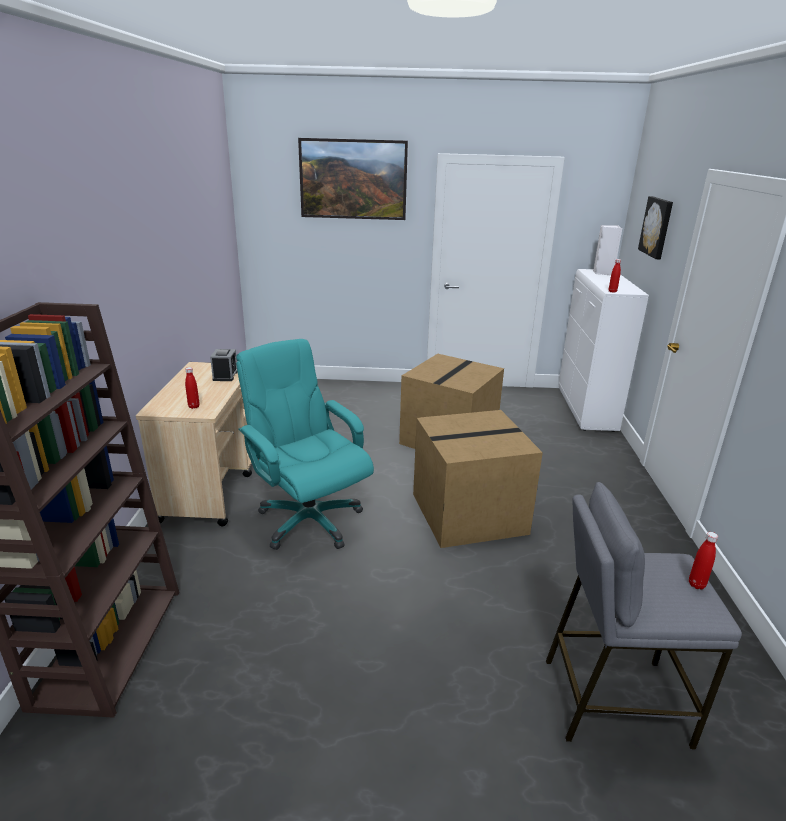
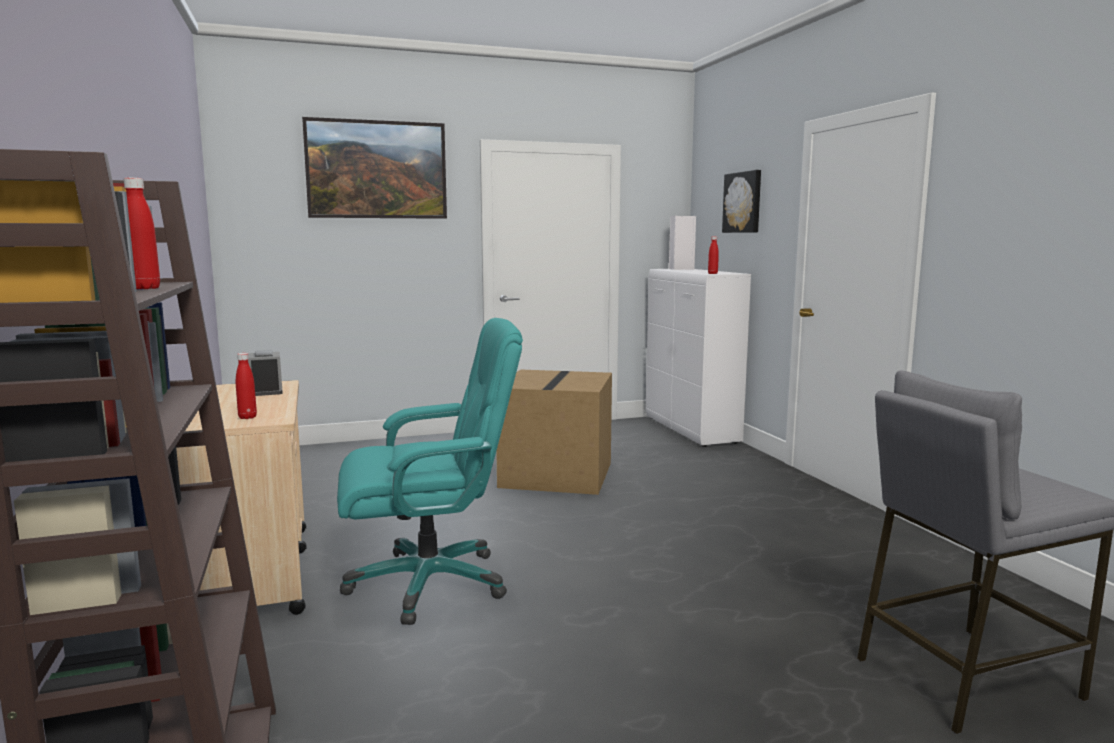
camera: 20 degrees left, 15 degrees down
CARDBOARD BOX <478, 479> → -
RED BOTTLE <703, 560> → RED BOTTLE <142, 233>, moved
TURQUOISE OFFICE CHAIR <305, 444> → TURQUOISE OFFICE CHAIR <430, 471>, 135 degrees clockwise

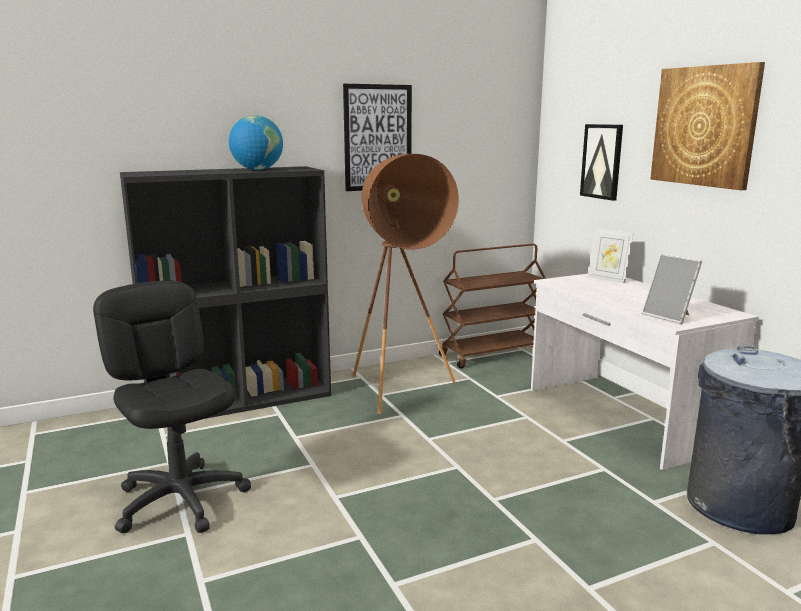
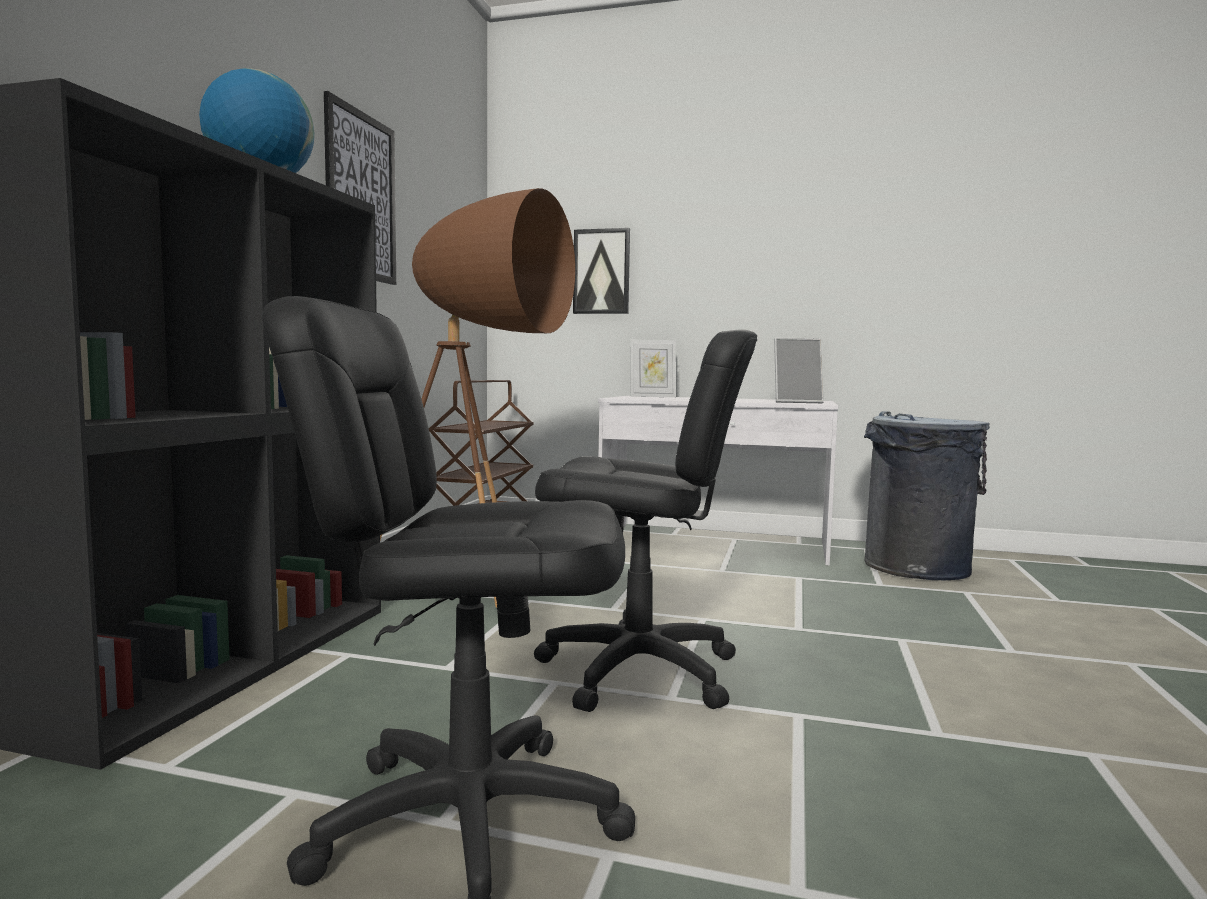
camera: 50 degrees left, 10 degrees down
PICTURE <707, 126> → -
- → BLACK OFFICE CHAIR <645, 520>

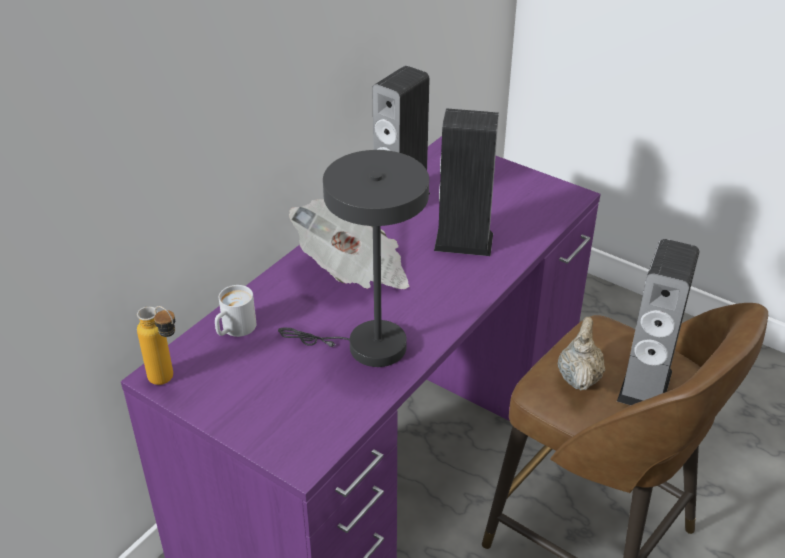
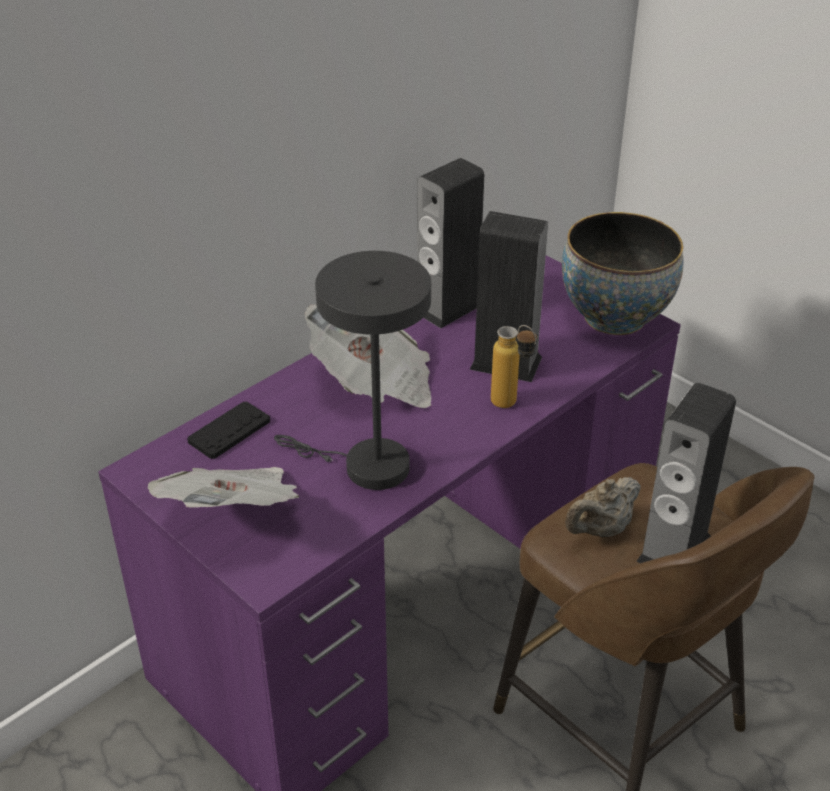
camera: 10 degrees right, 0 degrees up
- → NEWSPAPER <223, 487>
- → BOWL <623, 273>
BOTTLE <156, 345> → BOTTLE <514, 366>, moved
WHITE MUG <235, 311> → BLACK GAME CONTROLLER <228, 430>
BEIGE TEAPOT <581, 353> → BEIGE TEAPOT <603, 507>, 150 degrees counterclockwise

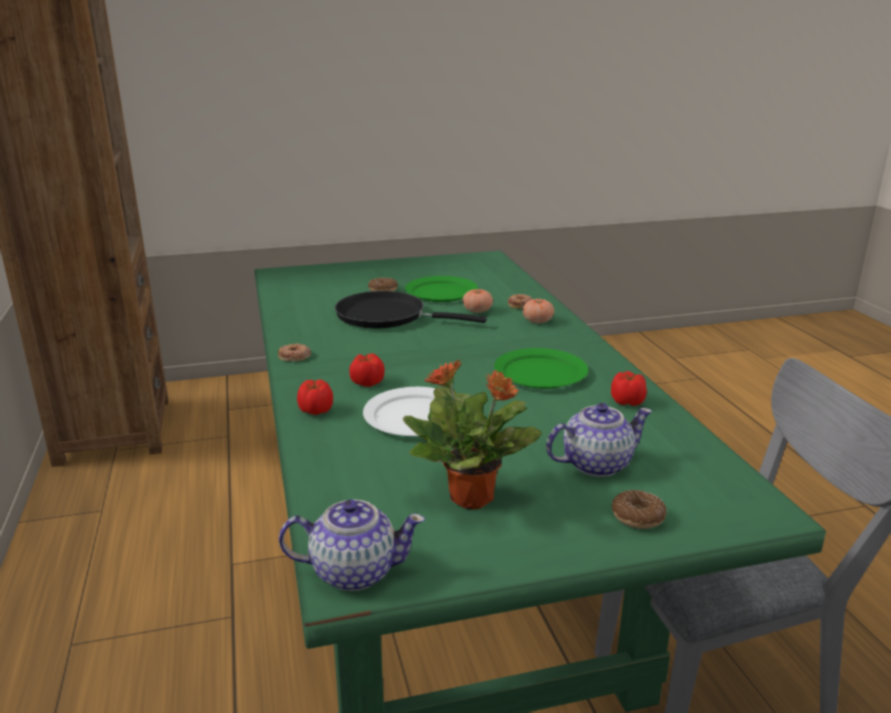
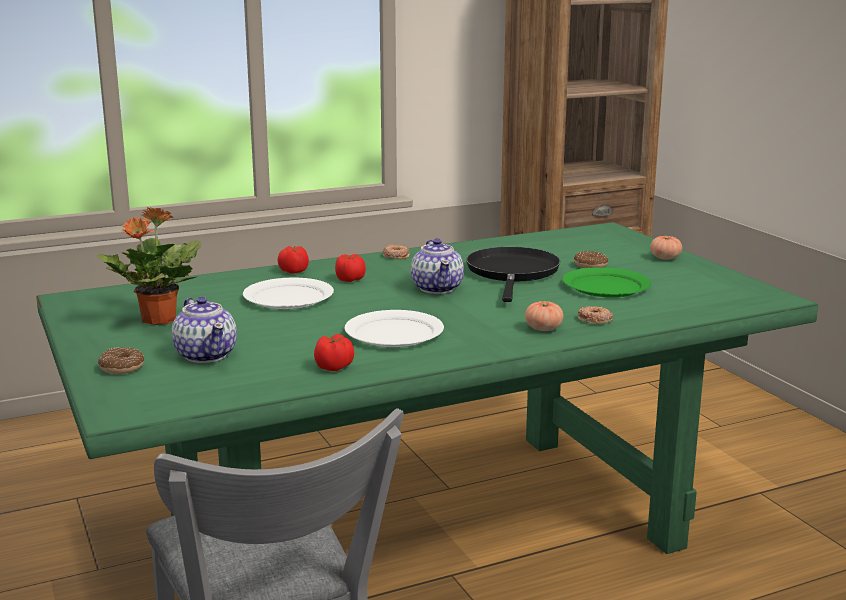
camera: 80 degrees right, 5 degrees down
TEAPOT <352, 545> → TEAPOT <437, 266>, moved
TOMATO <478, 301> → TOMATO <666, 248>, moved
GREEN PLATE <541, 368> → WHITE PLATE <394, 328>

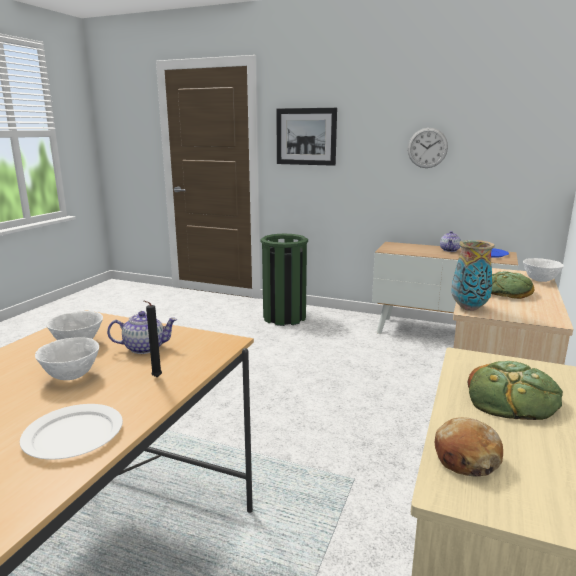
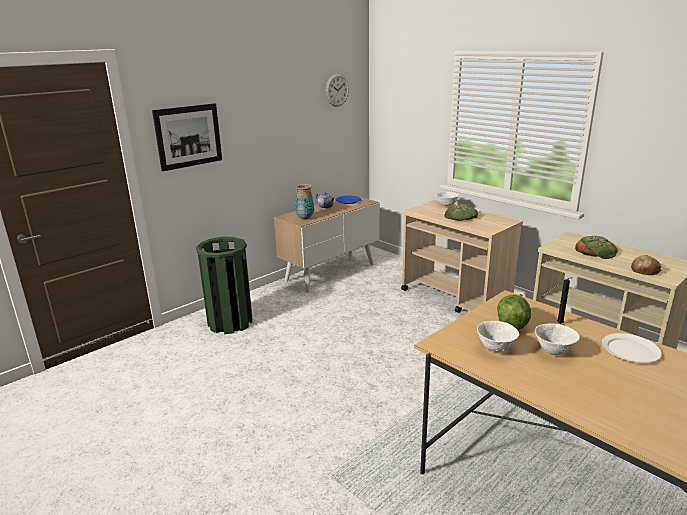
camera: 65 degrees left, 5 degrees up
WALL CLOCK <428, 148> → WALL CLOCK <337, 90>, moved
VASE <473, 275> → VASE <304, 202>, moved
TEAPOT <142, 332> → LETTUCE <514, 312>

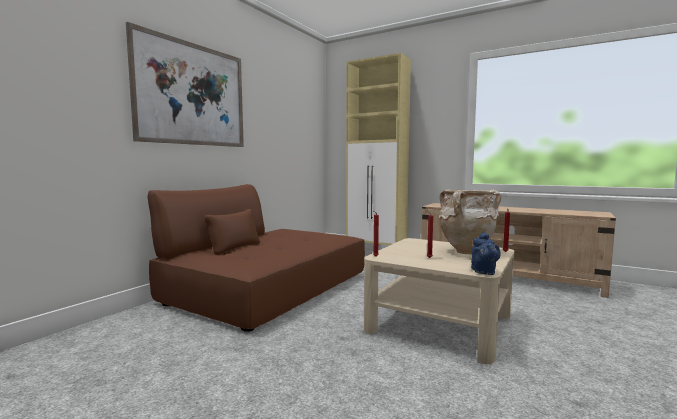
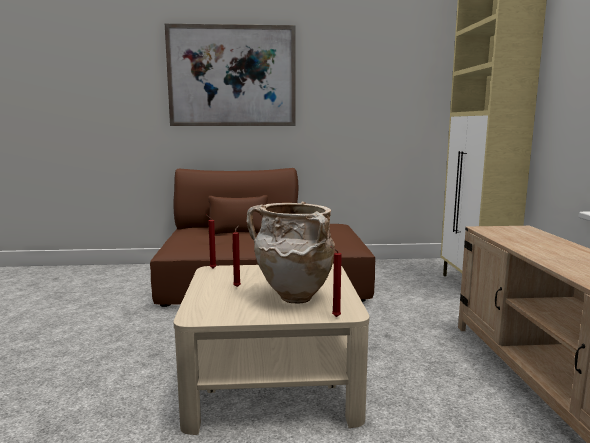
camera: 55 degrees right, 5 degrees up
BLUE TEAPOT <486, 253> → -

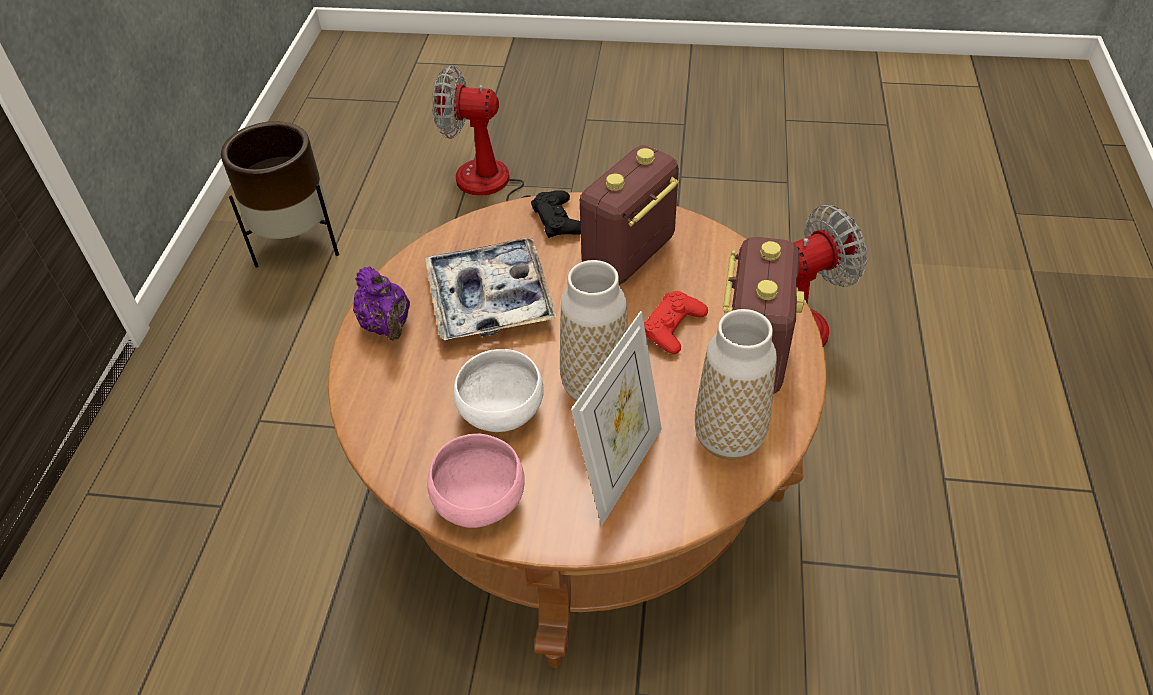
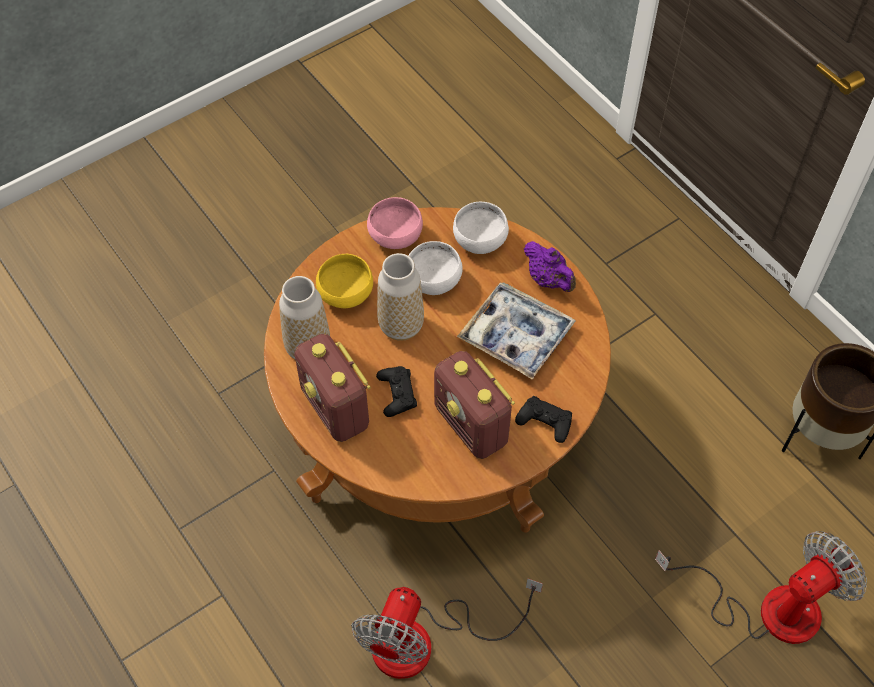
camera: 135 degrees right, 10 degrees up
- → WHITE BOWL <481, 228>
PICTURE FRAME <616, 418> → YELLOW BOWL <344, 281>
RED GAME CONTROLLER <676, 322> → BLACK GAME CONTROLLER <396, 391>
PURPLE TEAPOT <381, 303> → PURPLE TEAPOT <550, 266>, 150 degrees counterclockwise
RADIO <629, 215> → RADIO <474, 405>, 150 degrees clockwise

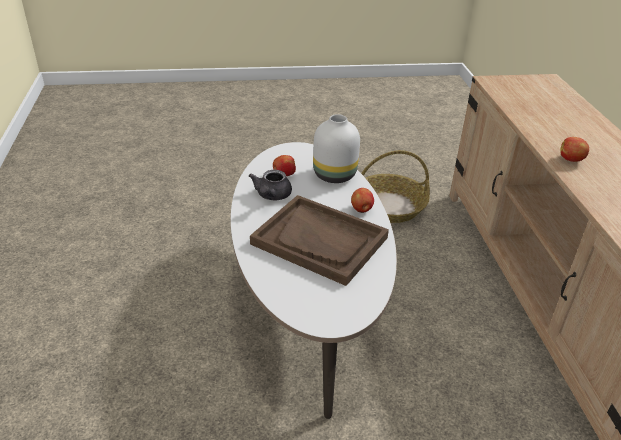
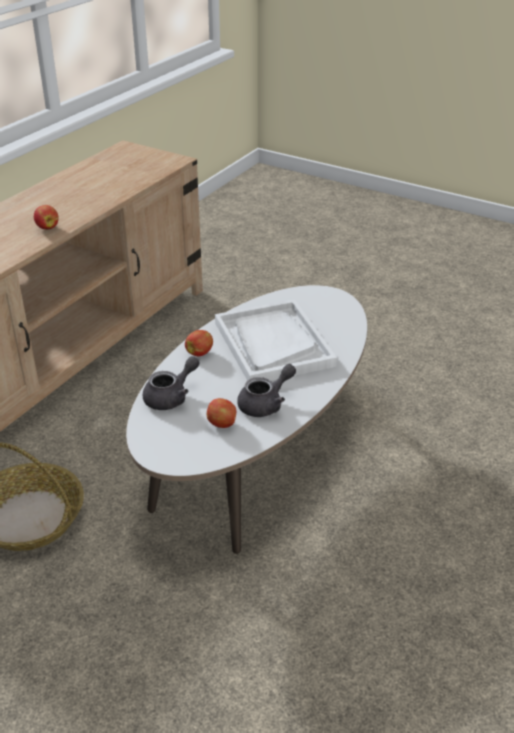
camera: 140 degrees left, 0 degrees up
WHITE VASE <336, 148> → GREY TEAPOT <171, 383>
BROWN TRAY <319, 240> → WHITE TRAY <276, 340>

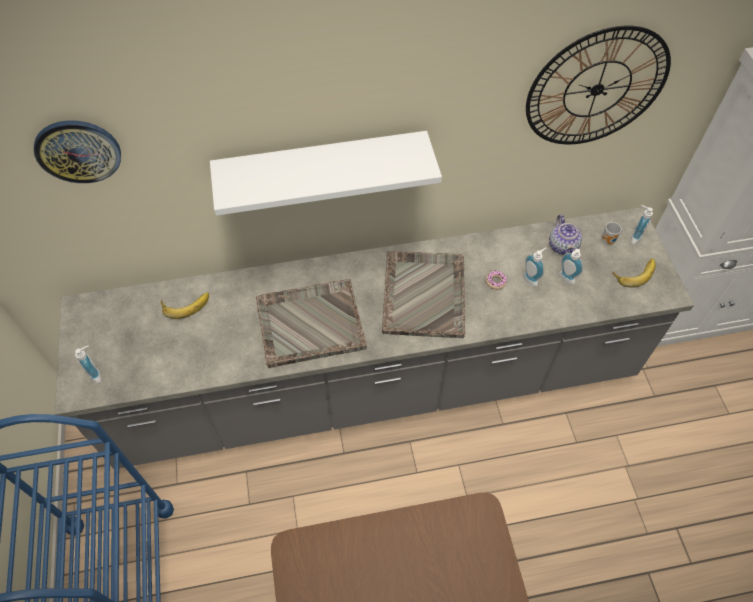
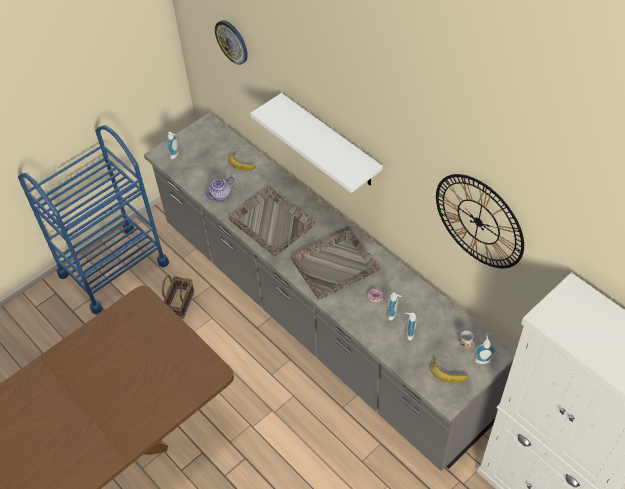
camera: 60 degrees right, 5 degrees down
- → BASKET <178, 297>
TEAPOT <565, 235> → TEAPOT <219, 189>, moved

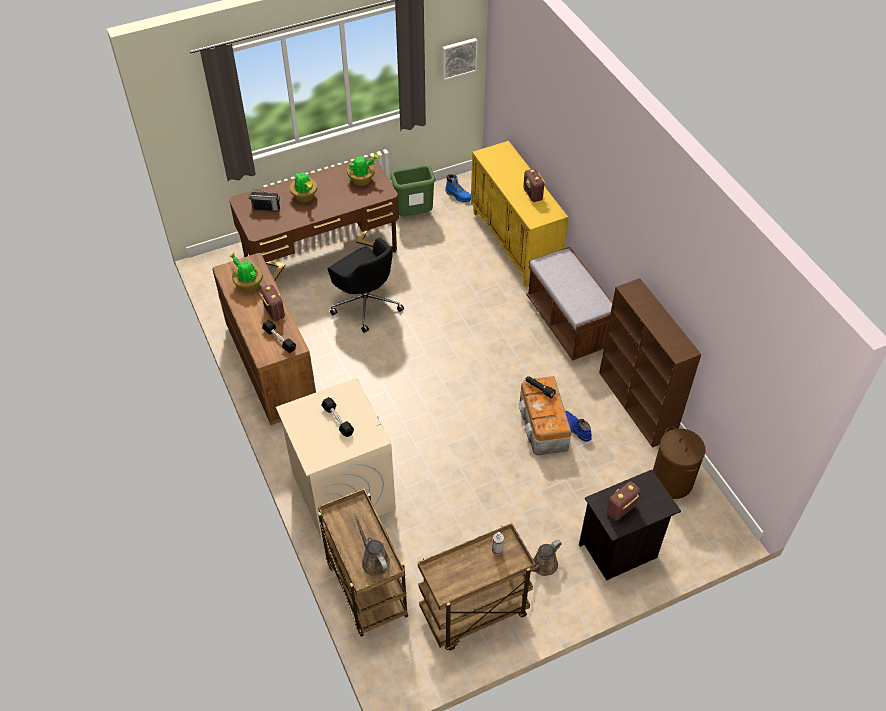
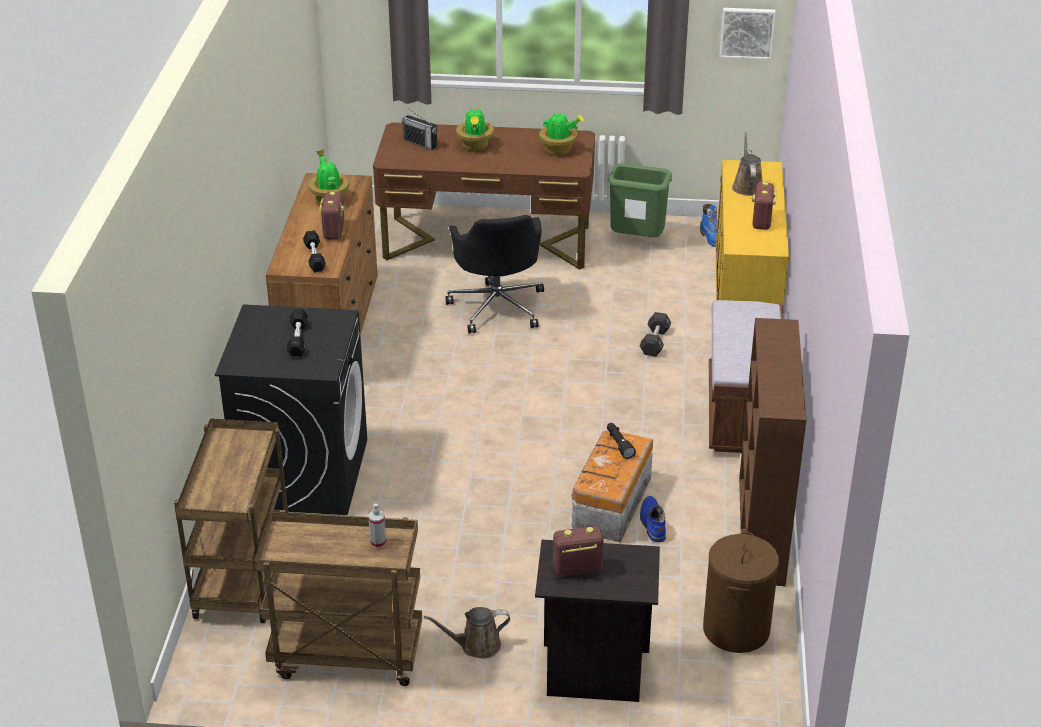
camera: 30 degrees right, 15 degrees down
- → BLACK DUMBBELL <655, 334>
BROWN WATERING CAN <372, 544> → BROWN WATERING CAN <747, 163>, moved
BEIGE WASHING MACHINE <336, 458> → BLACK WASHING MACHINE <291, 409>

